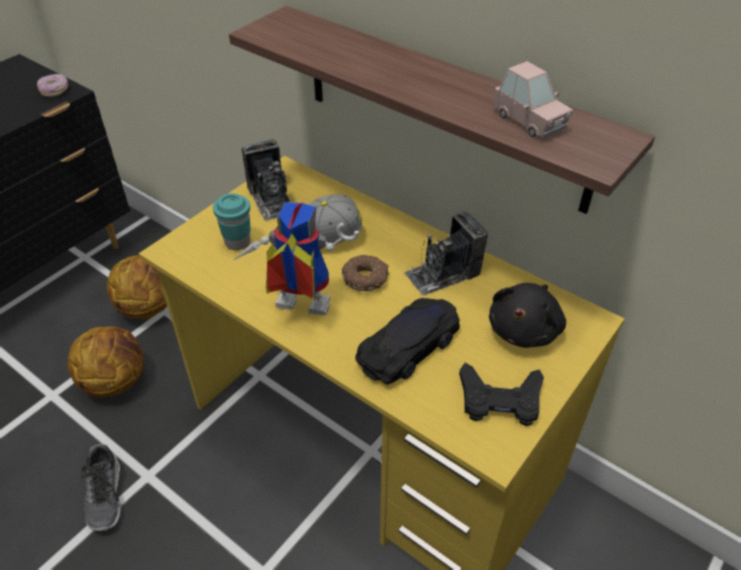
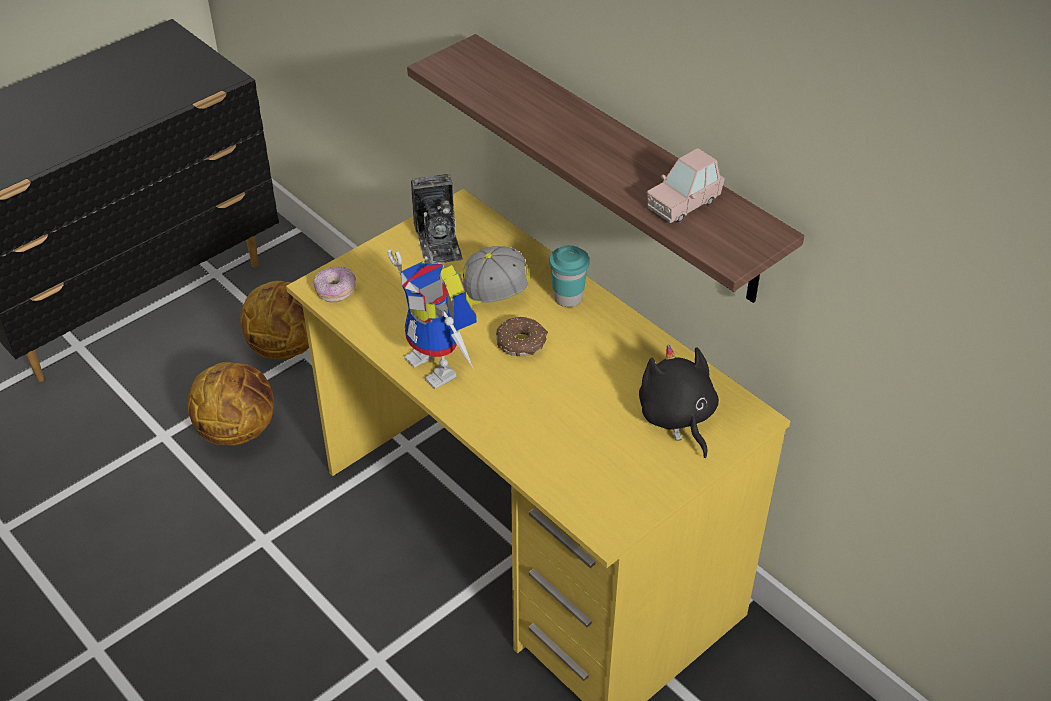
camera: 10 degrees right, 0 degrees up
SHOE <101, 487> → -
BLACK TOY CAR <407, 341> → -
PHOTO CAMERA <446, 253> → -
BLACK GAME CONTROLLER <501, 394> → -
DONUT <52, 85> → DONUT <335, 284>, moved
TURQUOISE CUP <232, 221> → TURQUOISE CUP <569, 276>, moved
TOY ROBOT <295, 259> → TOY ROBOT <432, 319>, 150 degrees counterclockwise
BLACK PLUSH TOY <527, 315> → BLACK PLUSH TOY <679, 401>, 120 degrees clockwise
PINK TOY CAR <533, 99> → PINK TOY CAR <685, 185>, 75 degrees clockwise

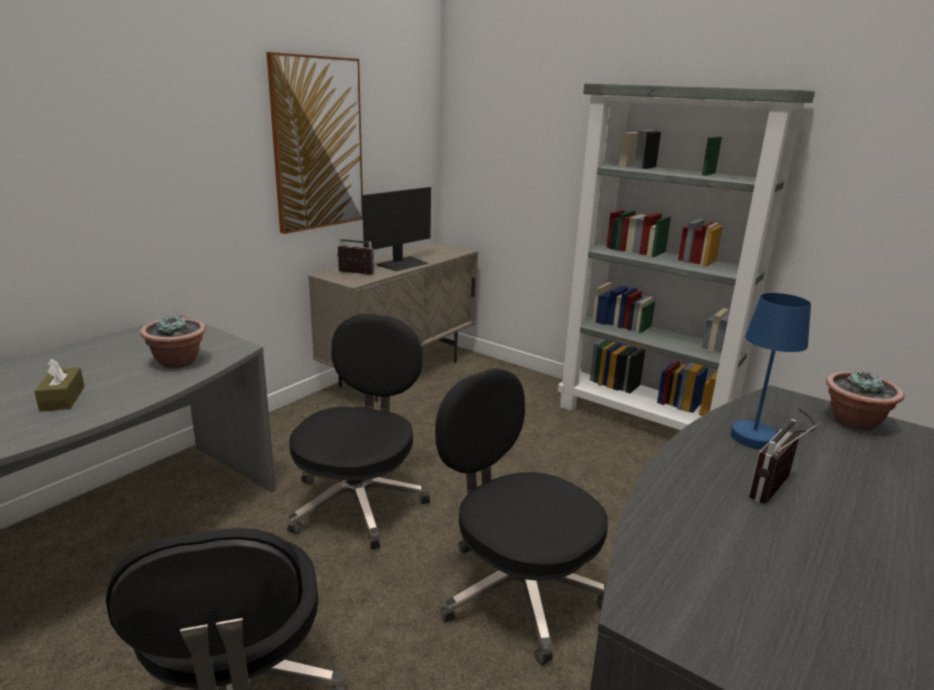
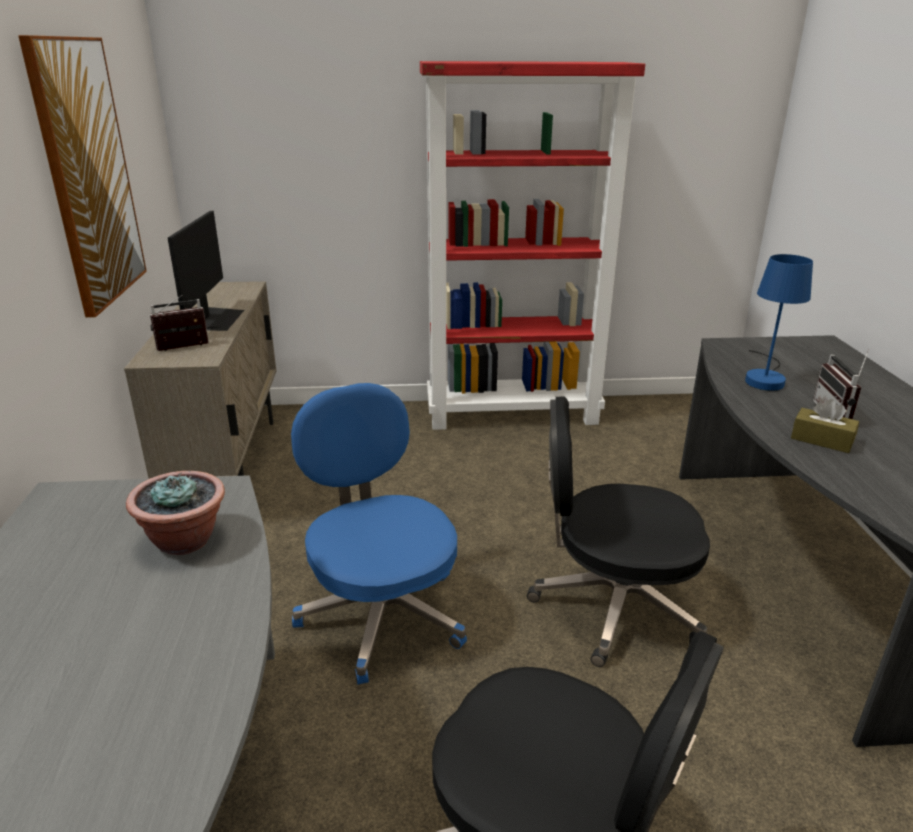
camera: 40 degrees left, 5 degrees up
POTTED PLANT <865, 401> → -
BROWN TISSUE BOX <59, 385> → BROWN TISSUE BOX <825, 426>, moved
BLACK OFFICE CHAIR <358, 431> → BLUE OFFICE CHAIR <379, 534>
GREY BOOKCASE <686, 256> → RED BOOKCASE <532, 245>

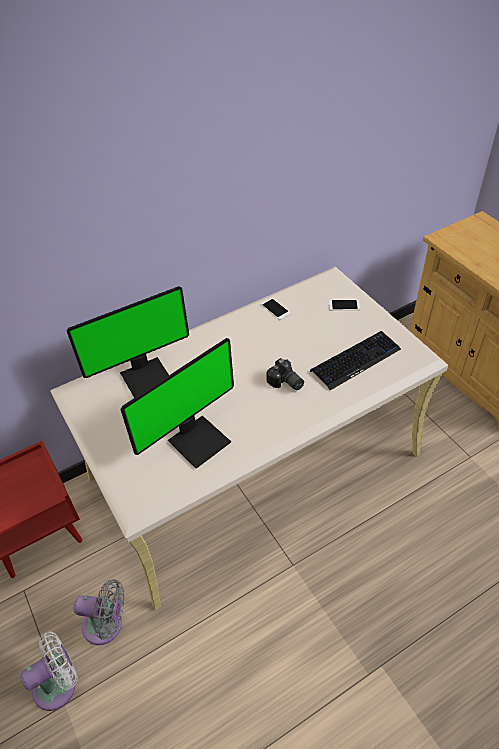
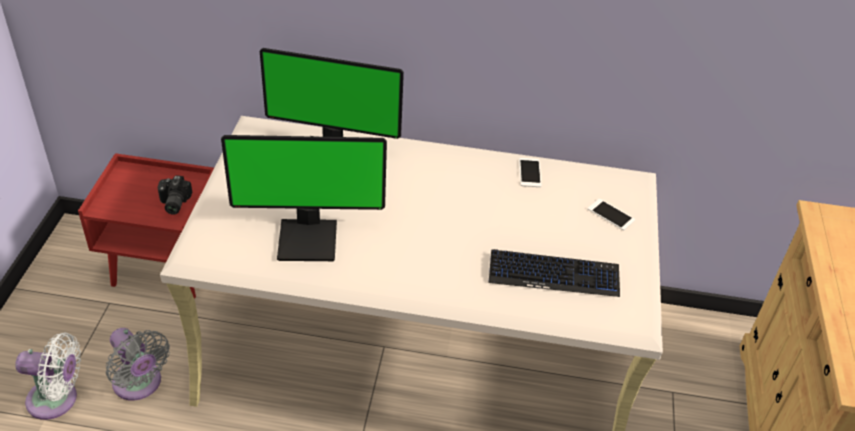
camera: 35 degrees right, 5 degrees down
PHOTO CAMERA <285, 374> → PHOTO CAMERA <175, 195>, moved

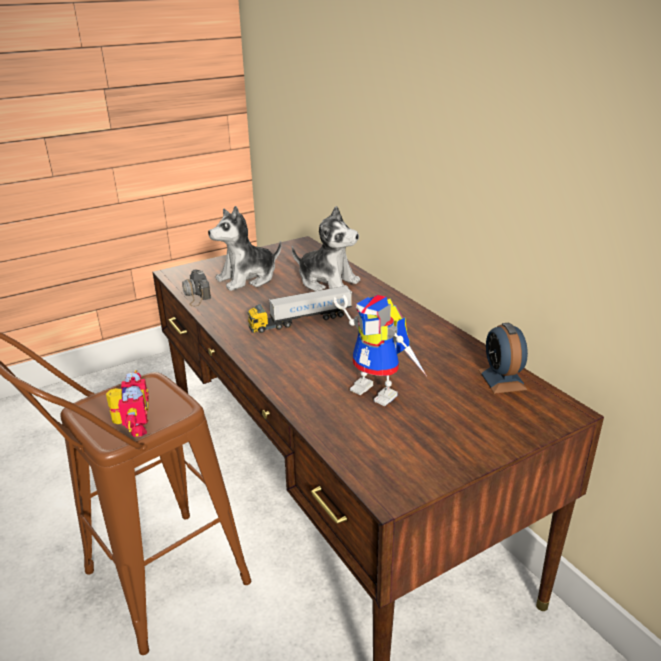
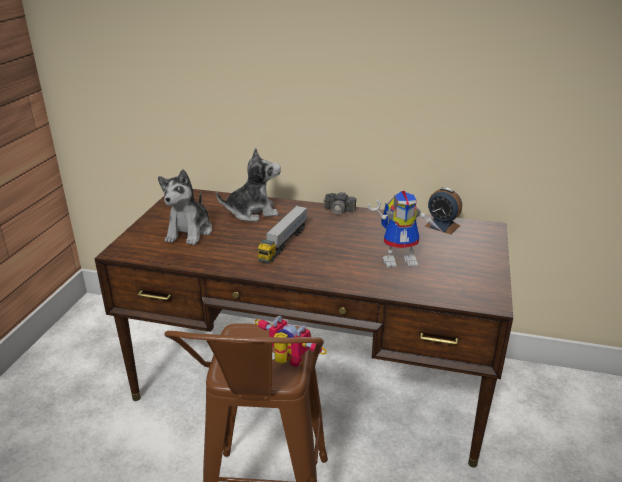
camera: 45 degrees left, 0 degrees up
PHOTO CAMERA <196, 288> → PHOTO CAMERA <341, 204>, moved

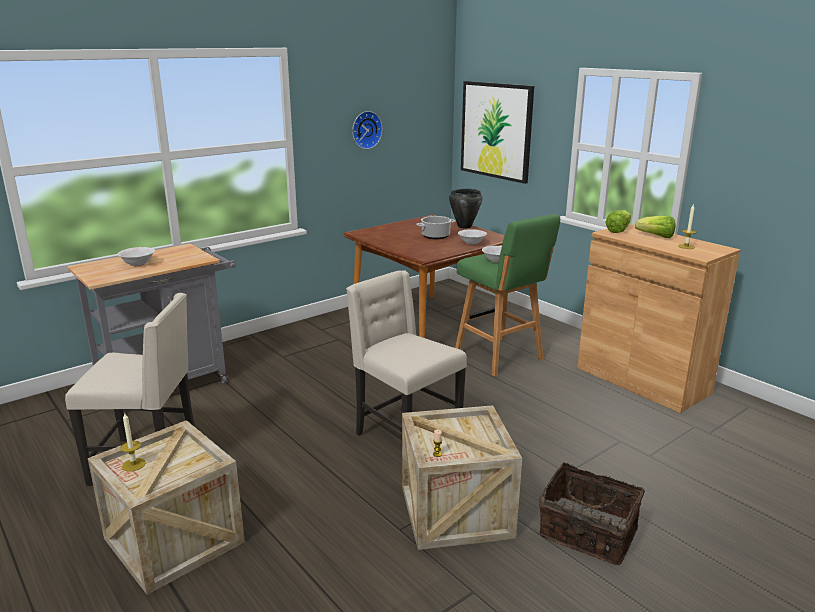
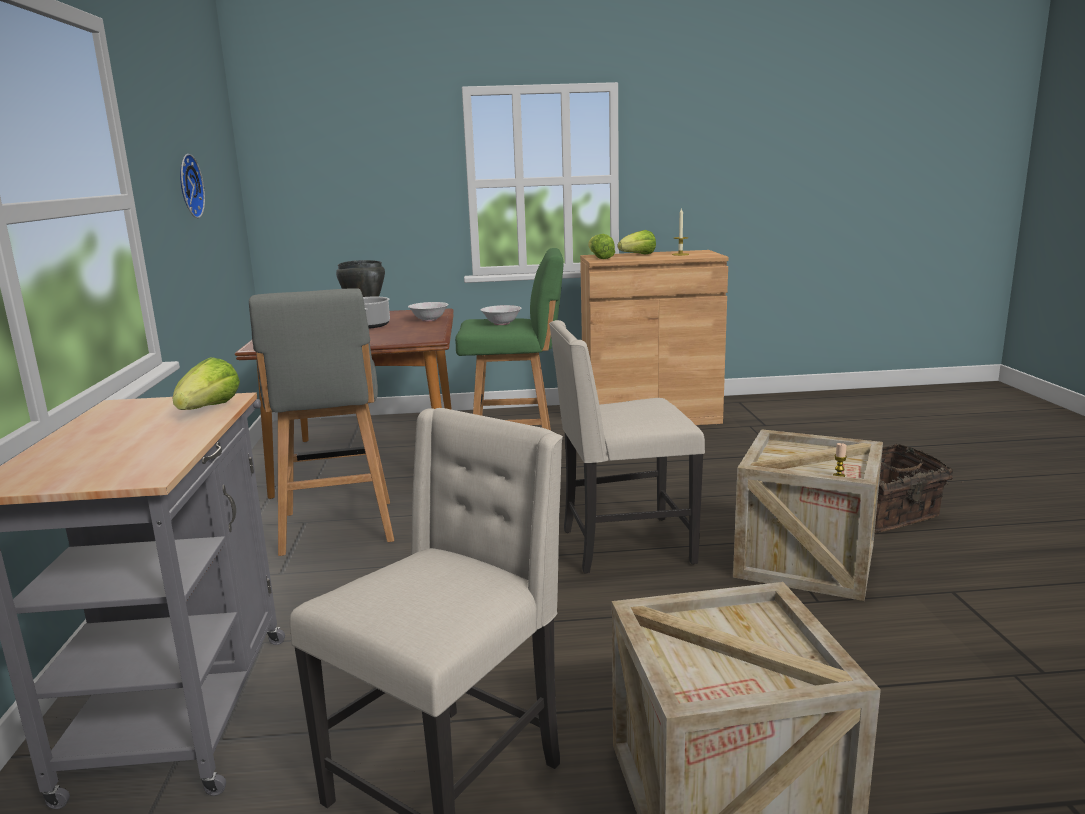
camera: 55 degrees left, 5 degrees down
WHITE BOWL <136, 256> → -
CANDLE <133, 442> → -
PICTURE <497, 132> → -
- → LETTUCE <206, 383>
- → GREY STOOL <321, 422>

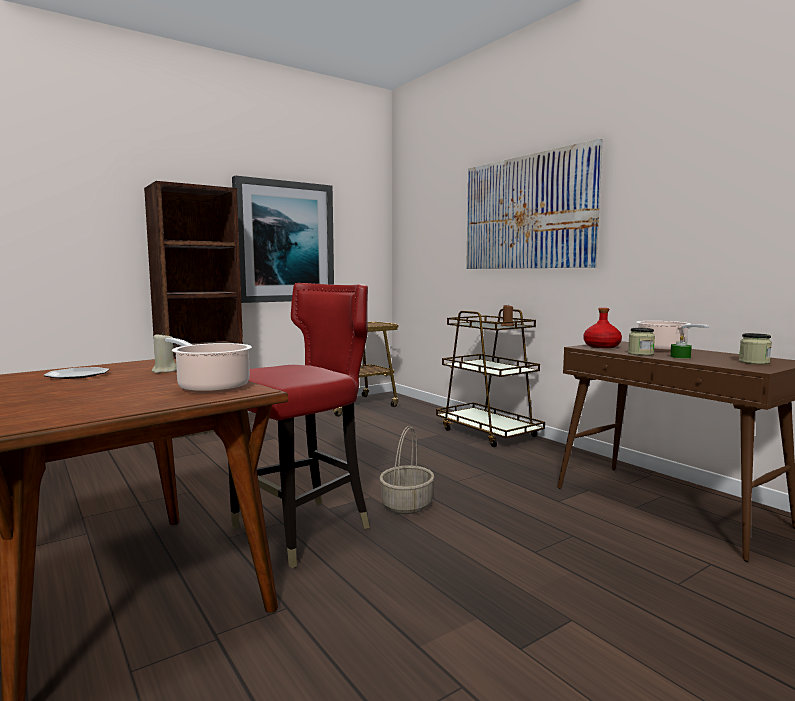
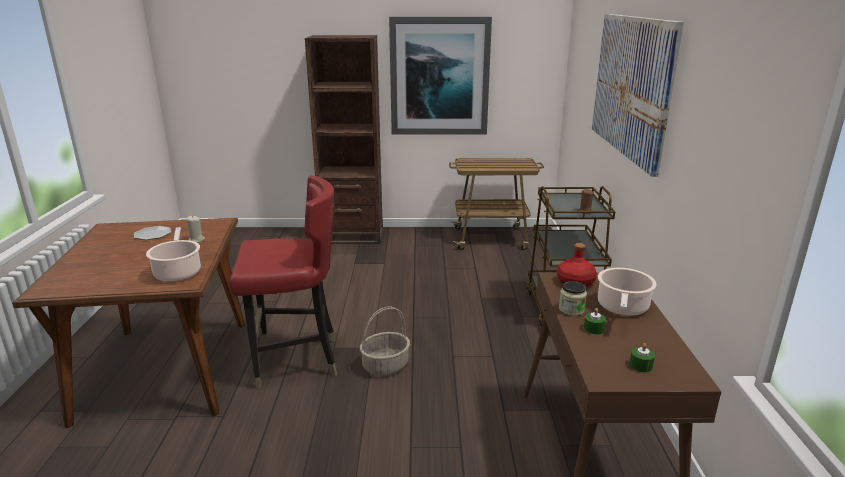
camera: 35 degrees right, 15 degrees up
JAR <755, 348> → GREEN CANDLE <642, 357>

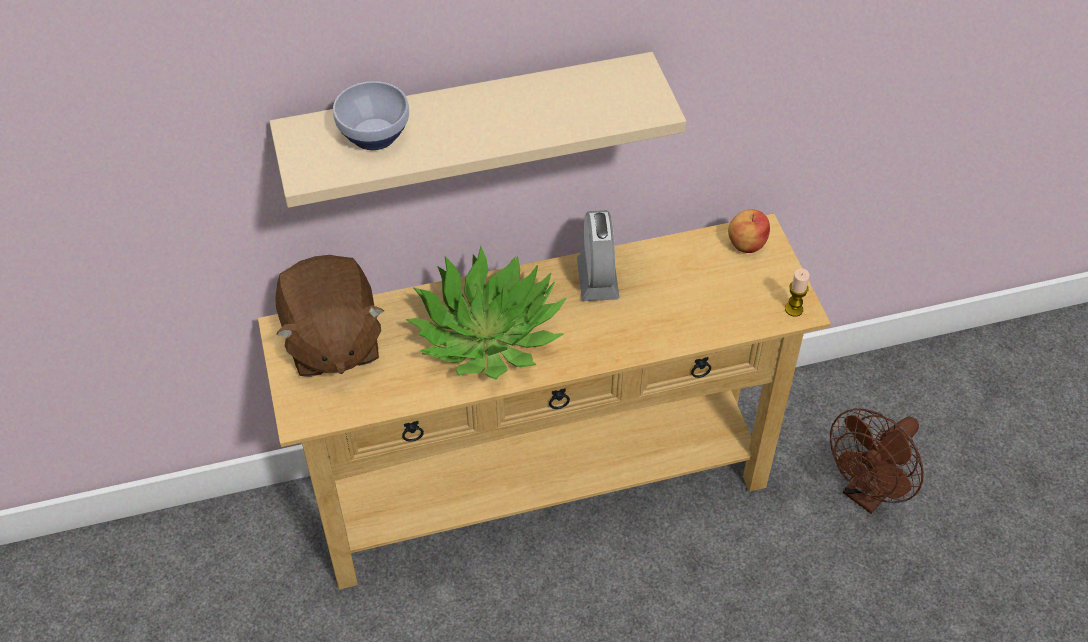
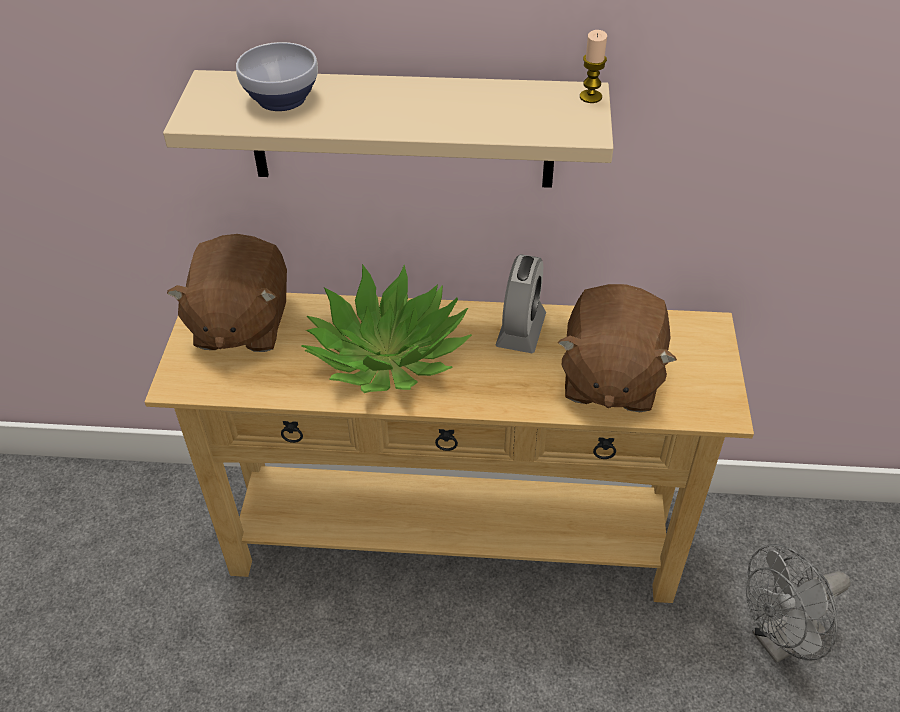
camera: 20 degrees right, 5 degrees down
APPLE <749, 231> → -
- → BROWN PLUSH TOY <617, 348>
CANDLE <797, 292> → CANDLE <593, 66>, moved
BROWN FAN <877, 461> → GREY FAN <798, 603>

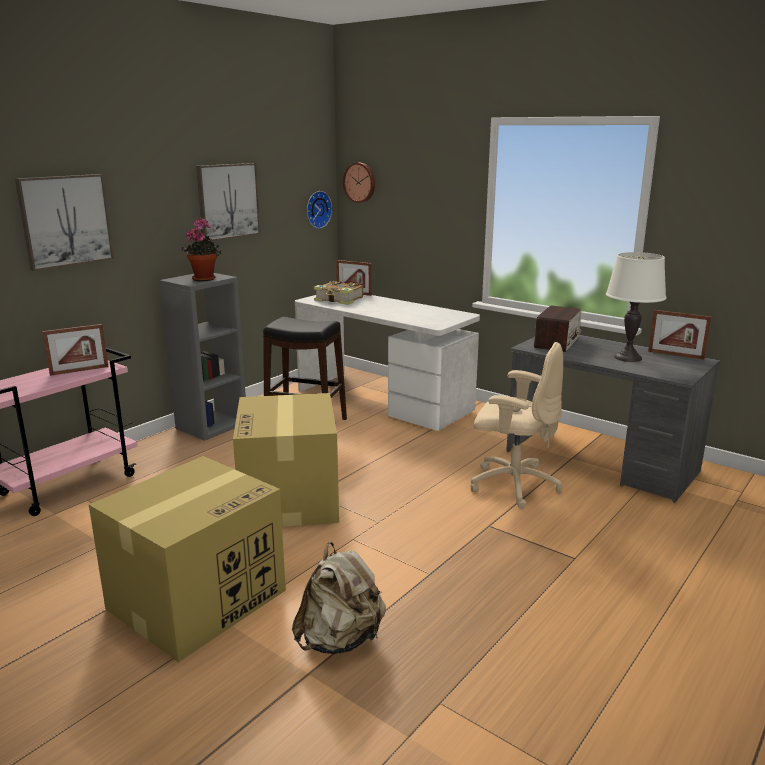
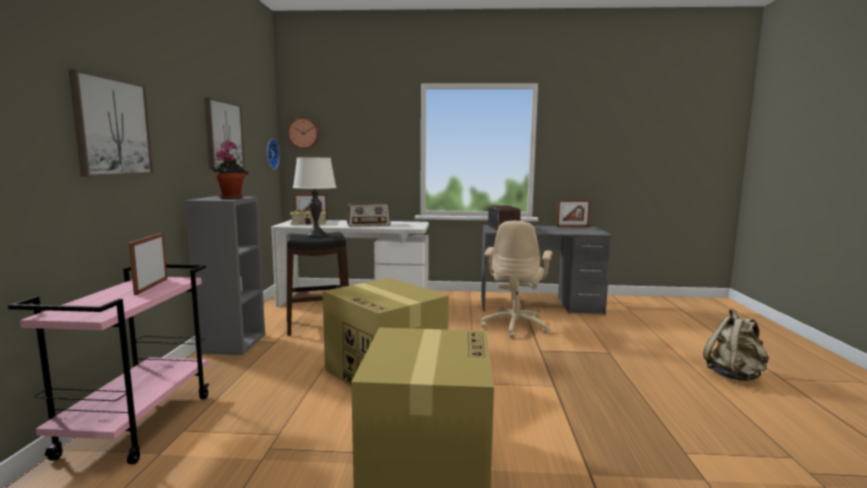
camera: 35 degrees left, 10 degrees down
- → RADIO <369, 214>
BEIGE BACKPACK <339, 598> → BEIGE BACKPACK <736, 345>, moved
WHITE TABLE LAMP <636, 307> → WHITE TABLE LAMP <315, 197>, moved
PICTURE FRAME <75, 350> → PICTURE FRAME <148, 264>, 150 degrees clockwise
BEIGE OFFICE CHAIR <516, 425> → BEIGE OFFICE CHAIR <516, 280>, 120 degrees clockwise

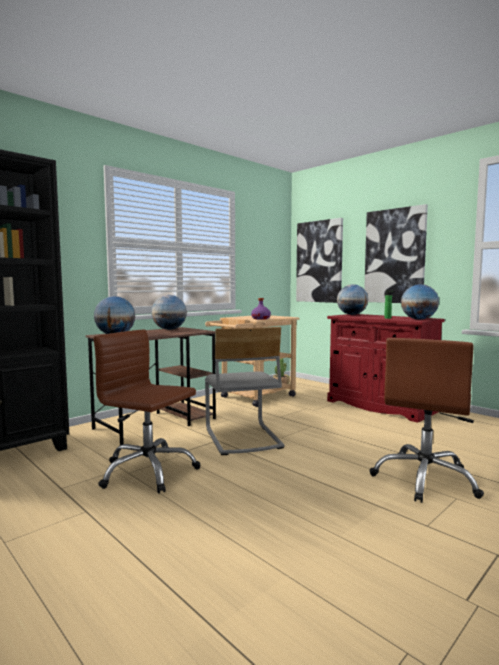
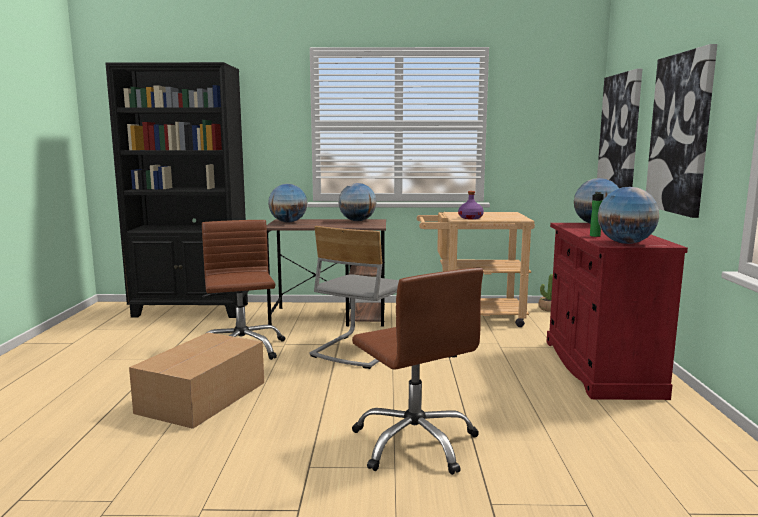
camera: 45 degrees right, 5 degrees up
- → CARDBOARD BOX <196, 380>
BROWN OFFICE CHAIR <427, 420> → BROWN OFFICE CHAIR <417, 371>, 105 degrees counterclockwise

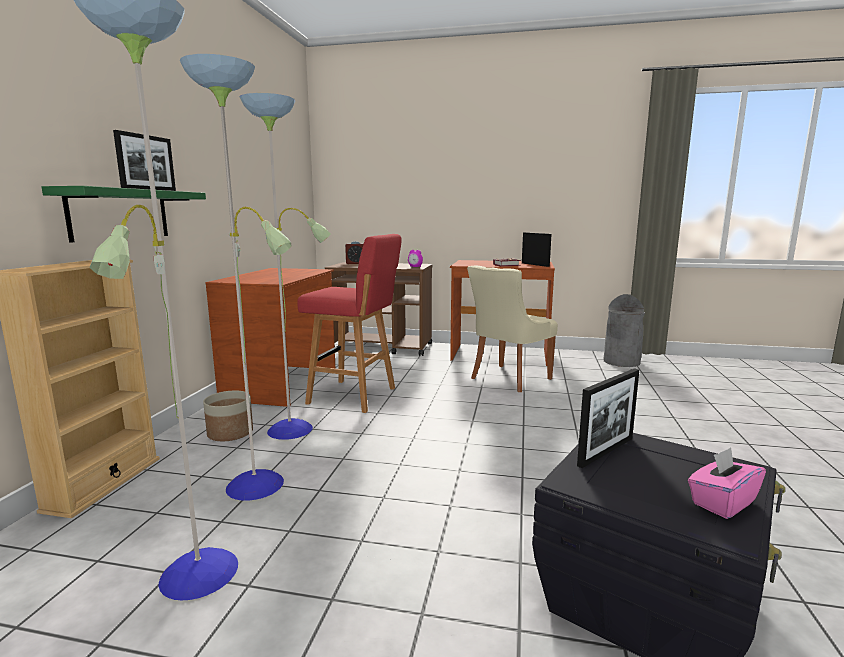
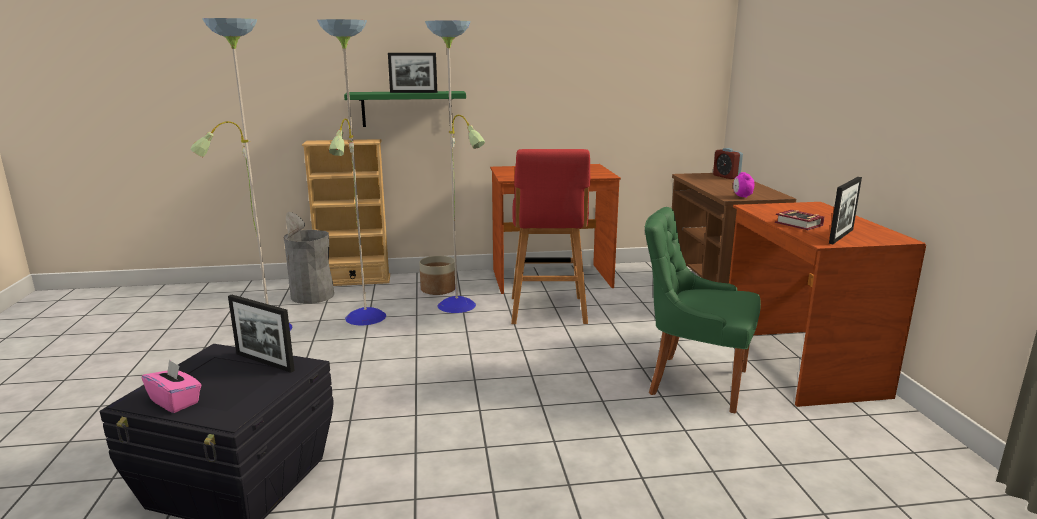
camera: 70 degrees right, 5 degrees up
GREY TRASH CAN <624, 330> → GREY TRASH CAN <309, 258>, moved
BEIGE CHAIR <512, 329> → GREEN CHAIR <703, 310>

